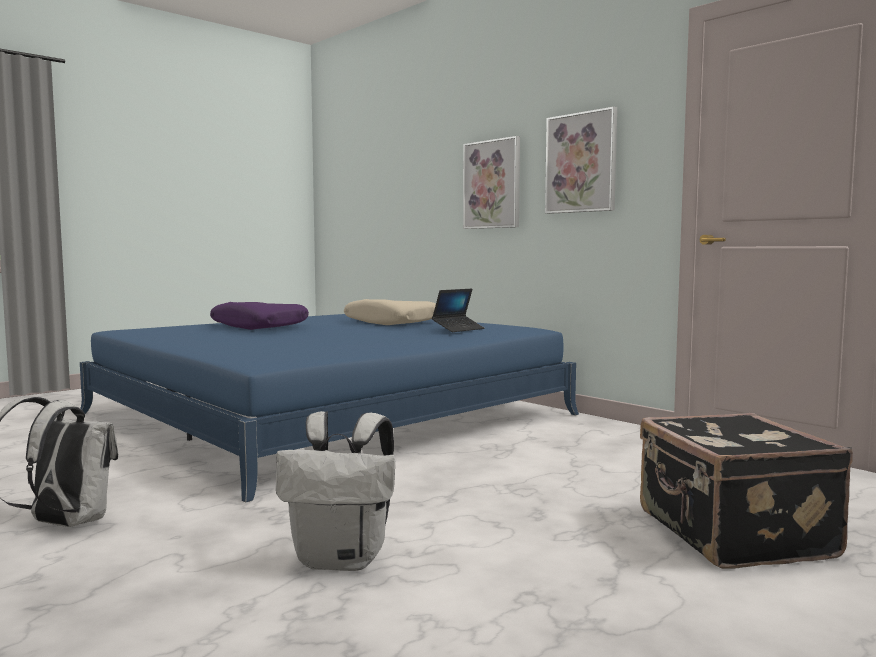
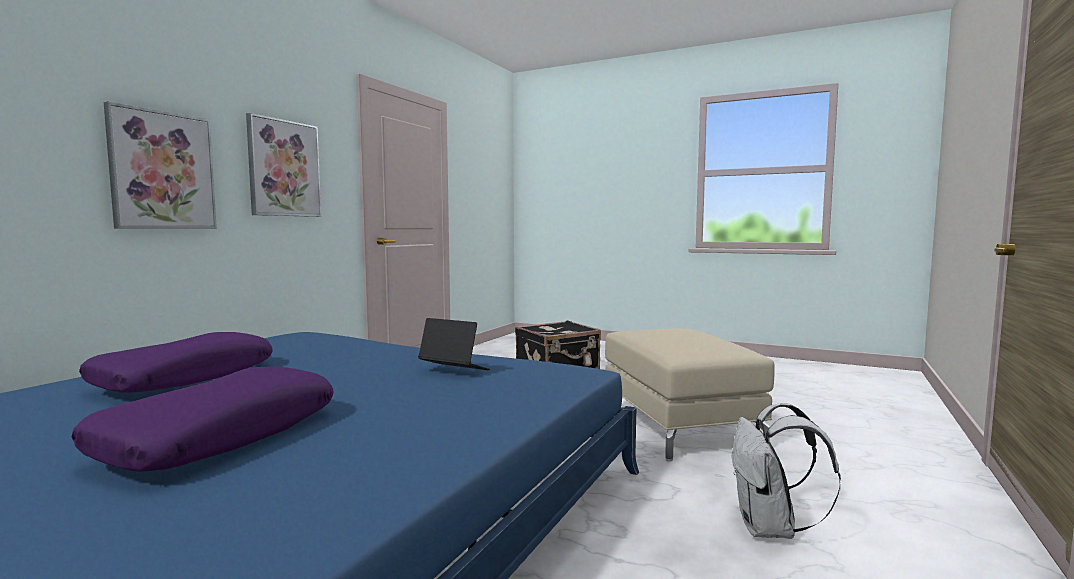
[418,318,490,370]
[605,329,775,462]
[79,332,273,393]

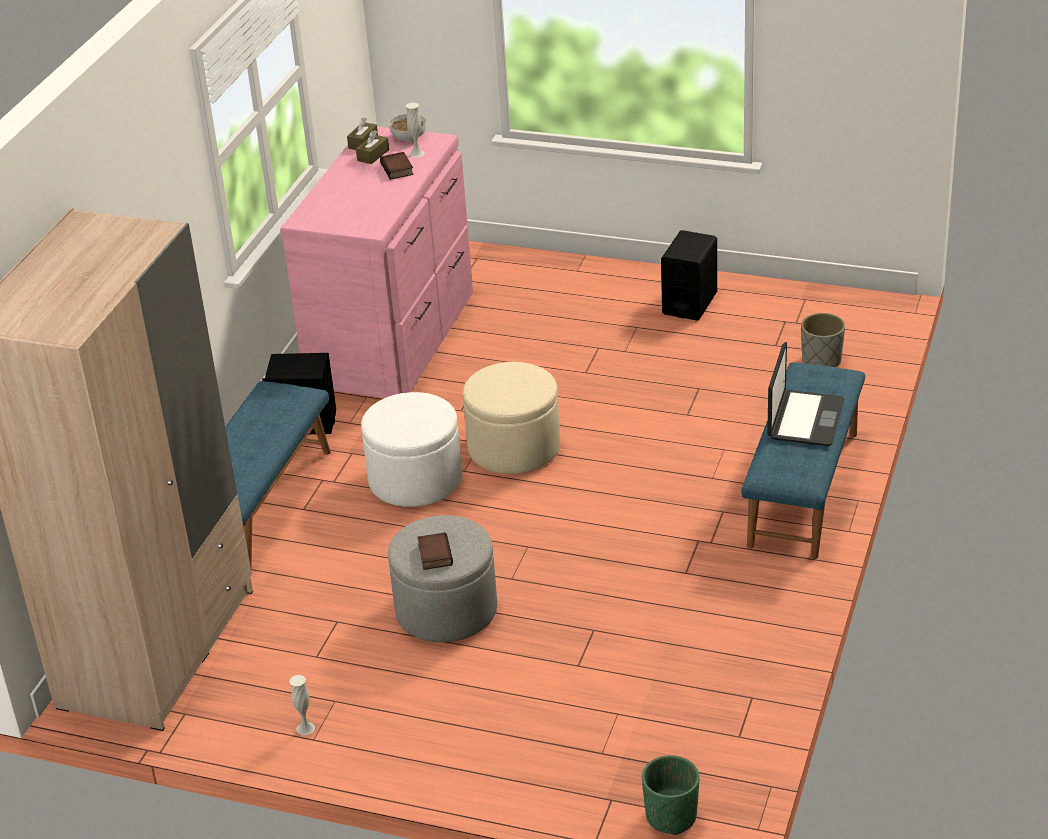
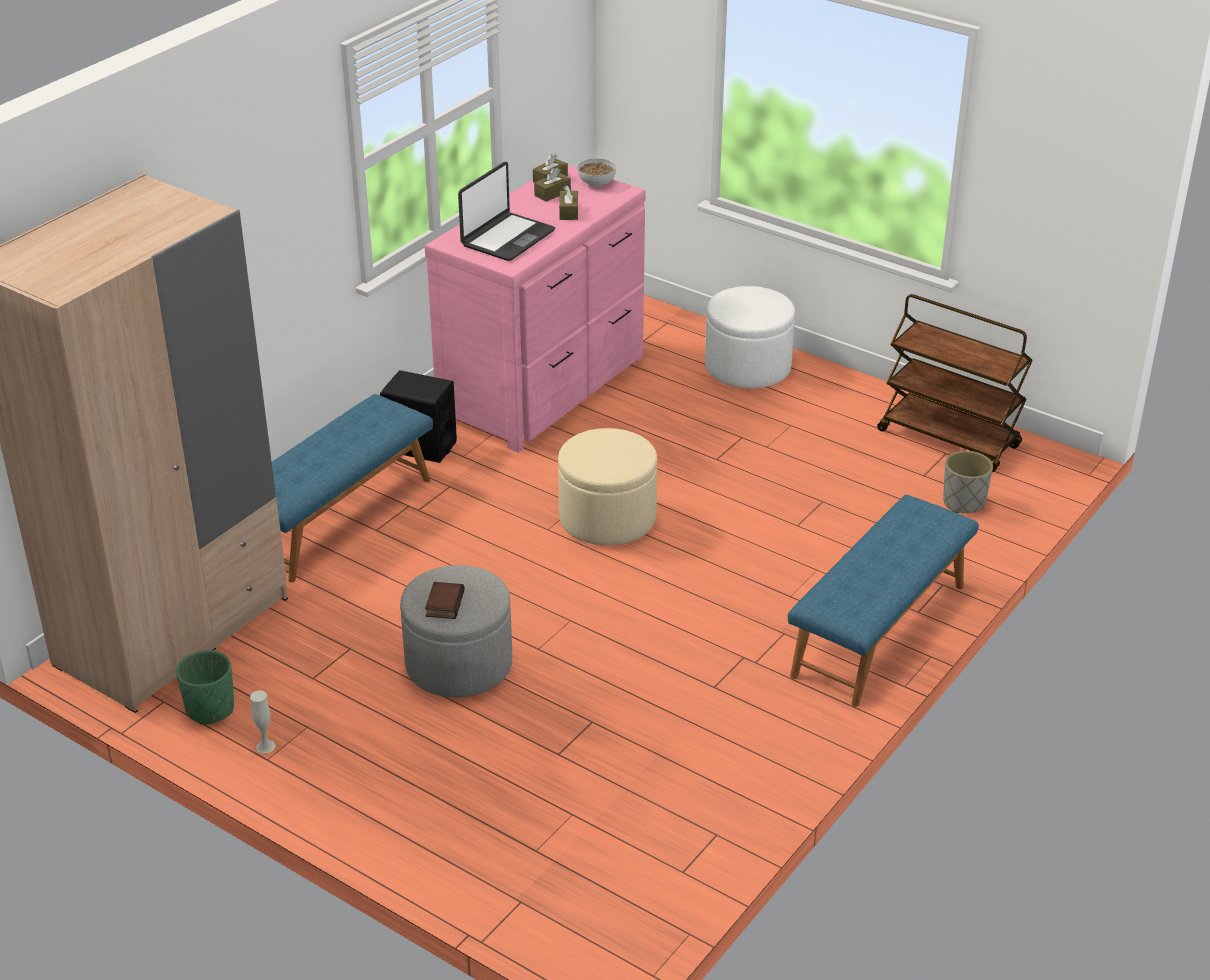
[406,103,425,157] (first image)
[661,230,717,321] (first image)
[877,294,1033,472]
[705,286,795,388]
[176,650,234,725]
[458,162,555,261]
[559,185,578,220]

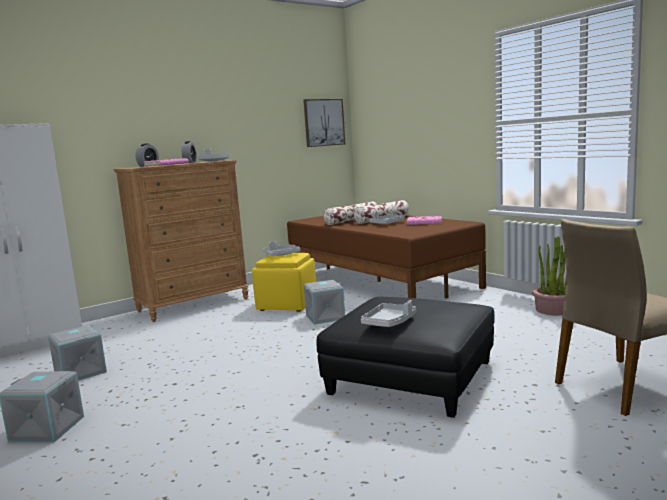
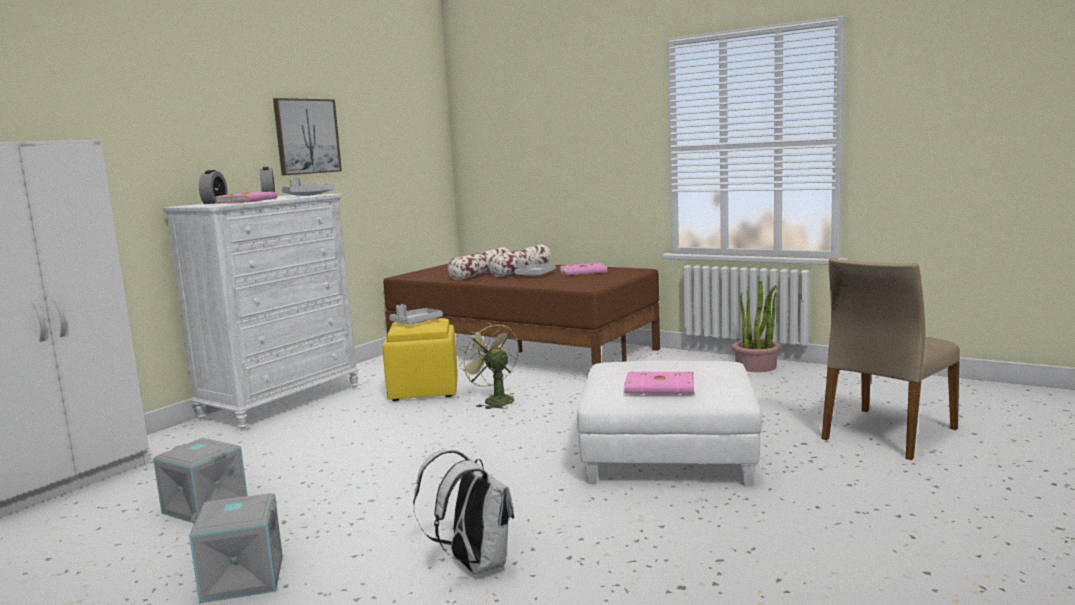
[413,449,514,574]
[273,98,342,176]
[459,322,519,409]
[624,371,694,394]
[163,194,358,431]
[577,360,762,486]

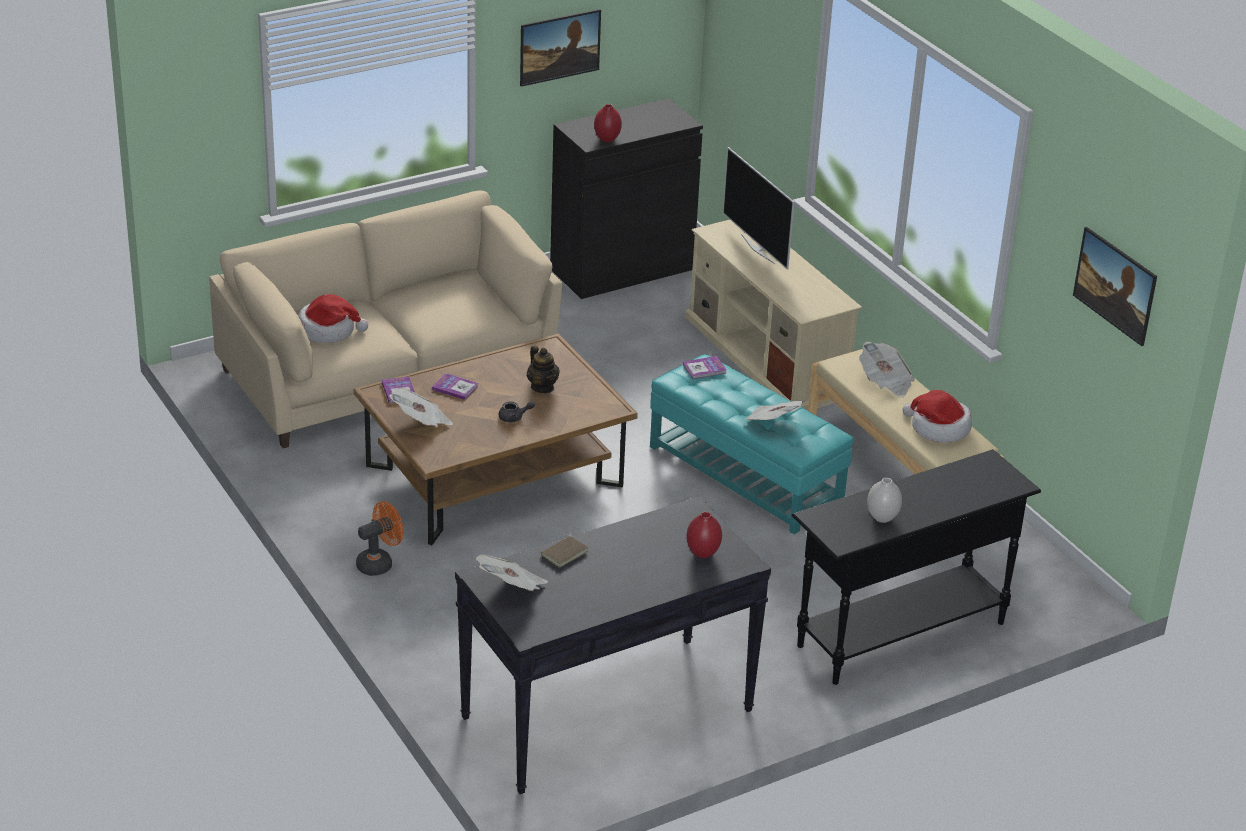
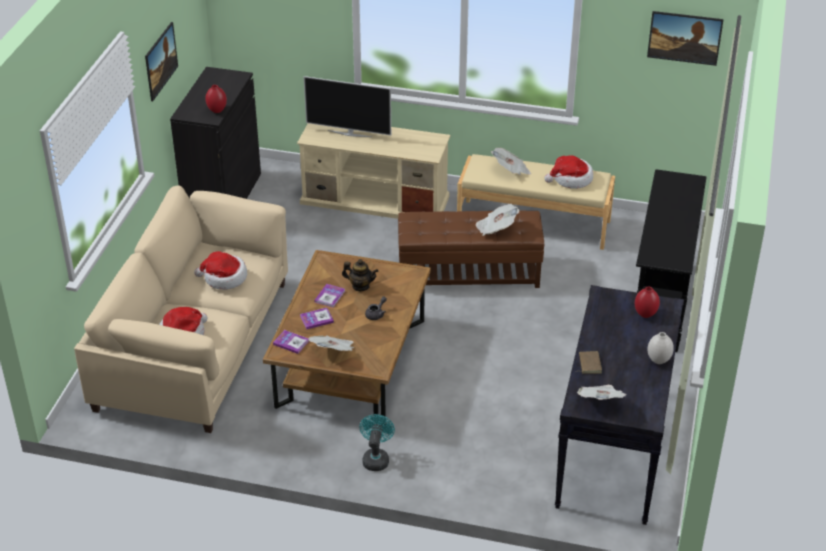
[194,251,247,290]
[314,284,345,308]
[647,332,674,364]
[360,414,395,471]
[398,210,544,288]

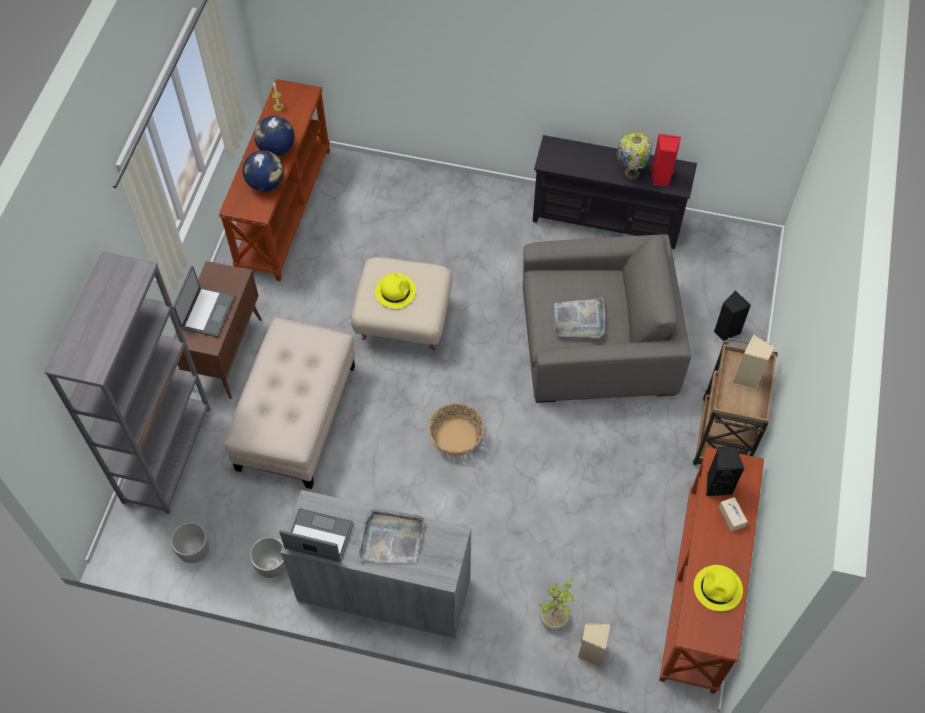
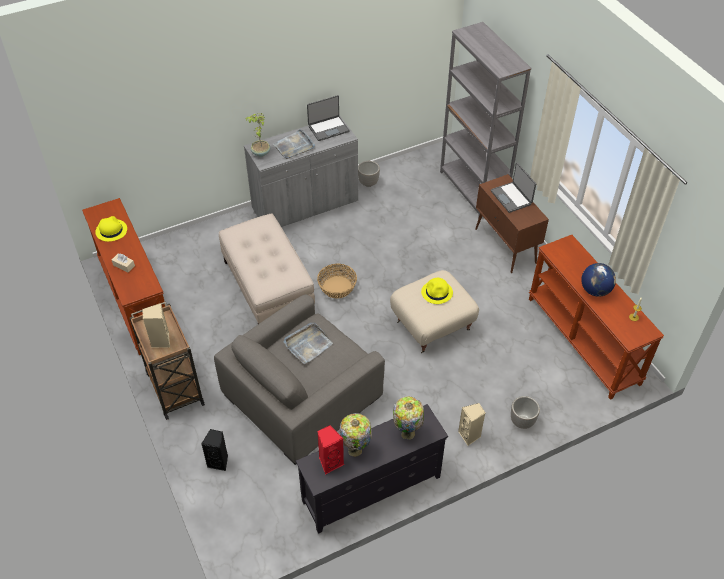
[243,150,284,192] (first image)
[706,446,745,496] (first image)
[393,396,424,440]
[511,396,540,429]
[219,213,315,324]
[245,113,270,157]
[458,403,486,446]

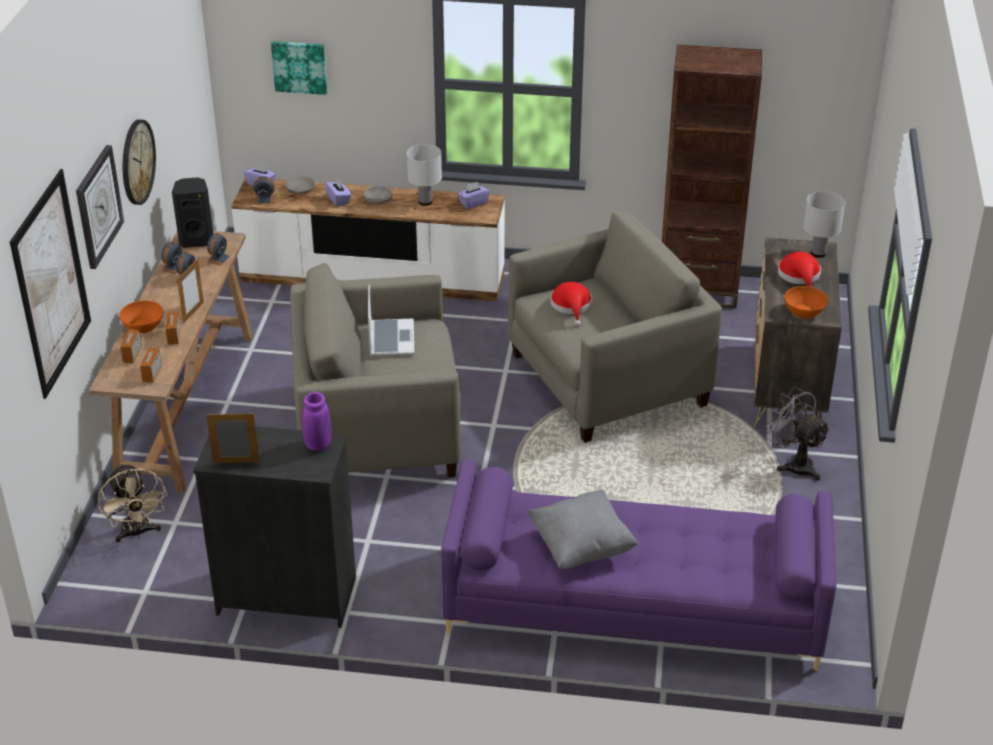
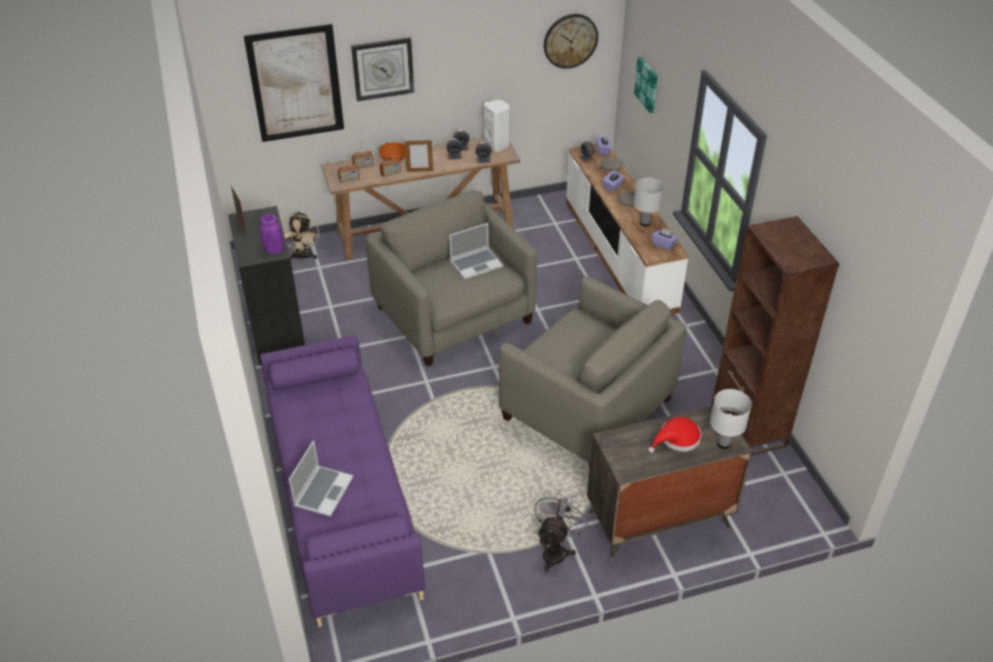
[527,490,639,569] (first image)
[550,282,592,326] (first image)
[784,286,828,319] (first image)
[289,440,354,517]
[544,14,598,69]
[484,100,509,152]
[281,212,319,261]

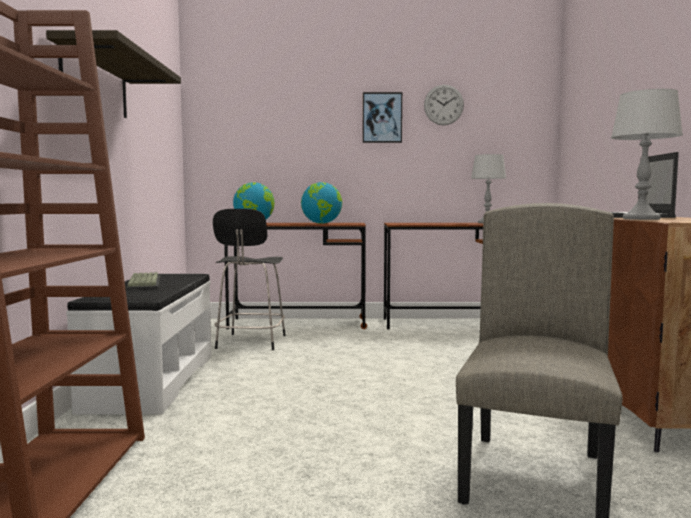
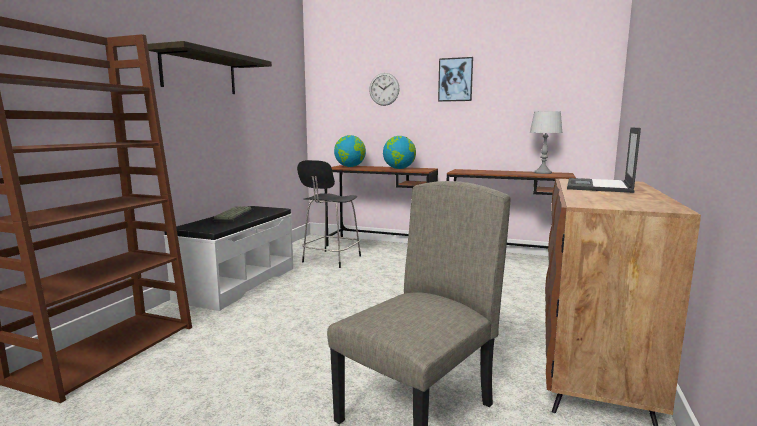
[611,89,683,220] (first image)
[369,73,400,106]

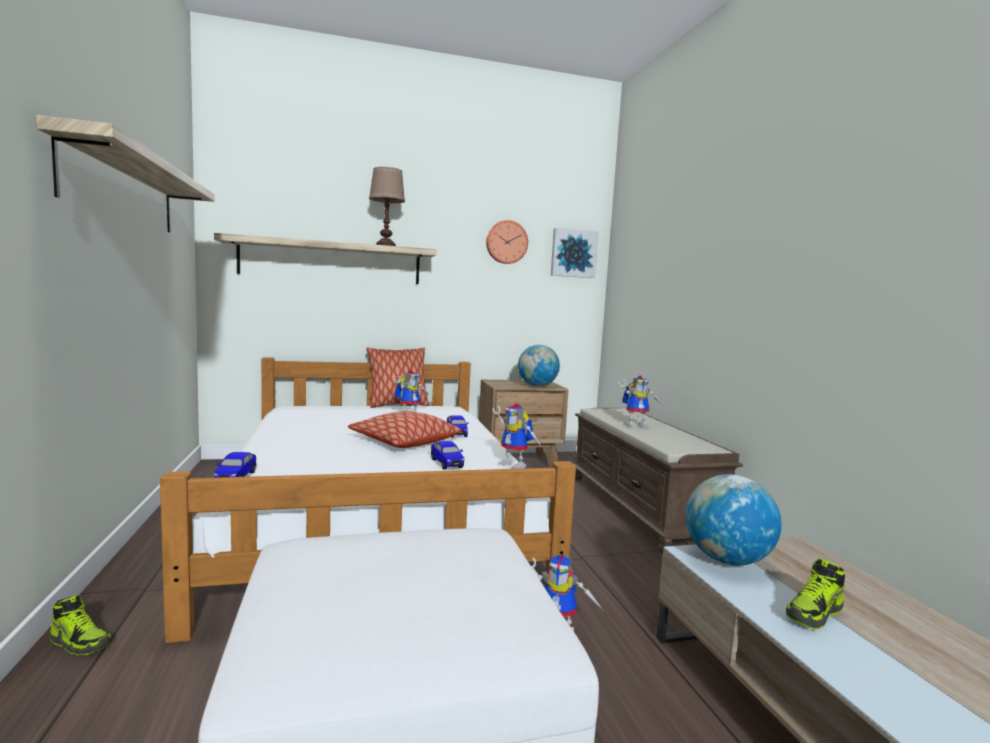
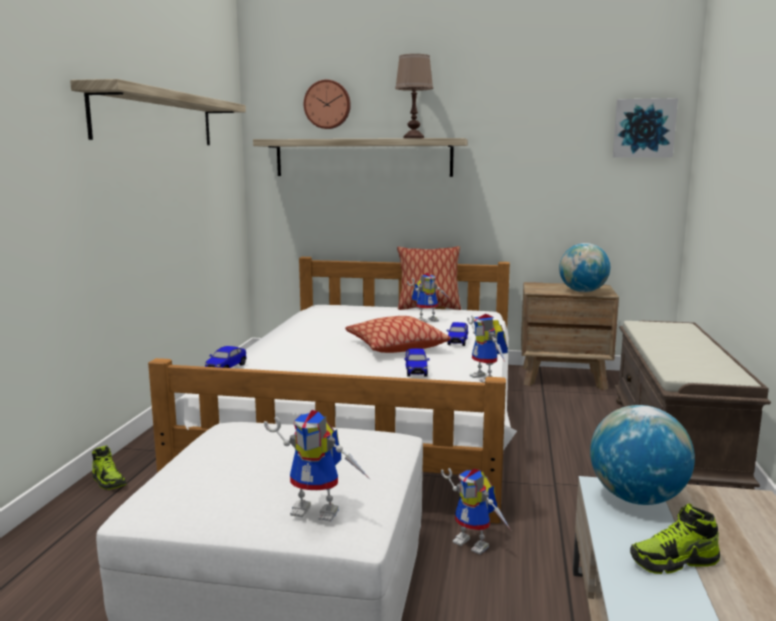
[304,80,351,129]
[264,410,370,521]

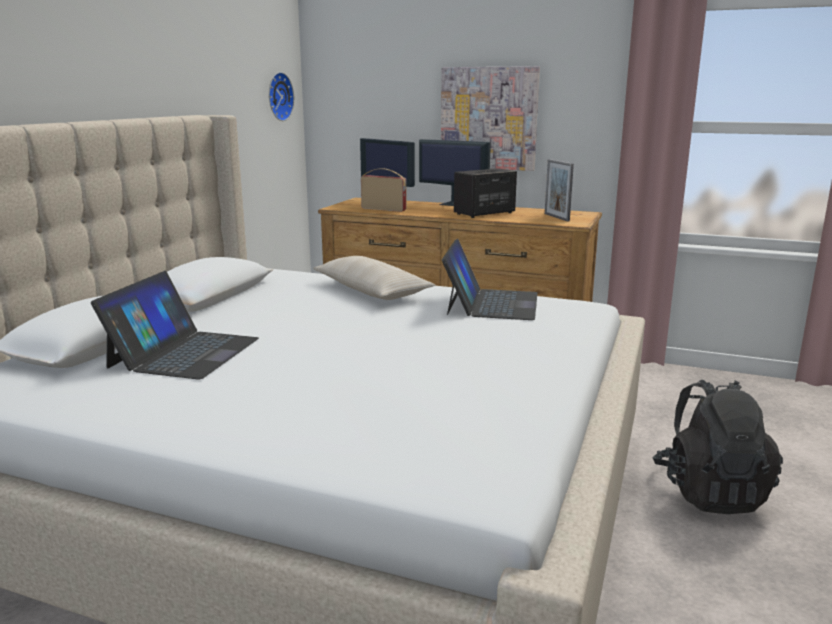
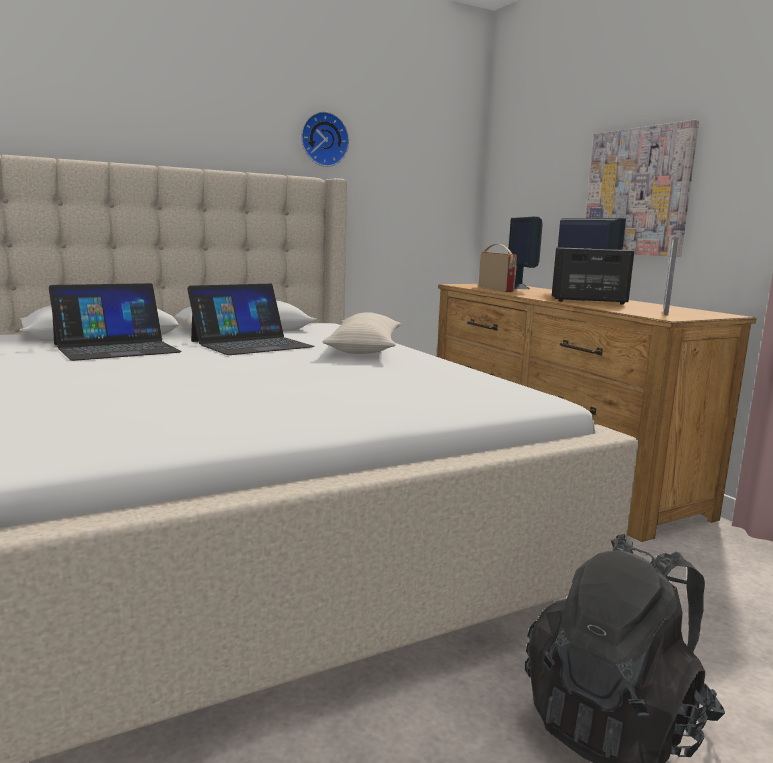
[301,111,349,167]
[187,284,315,355]

